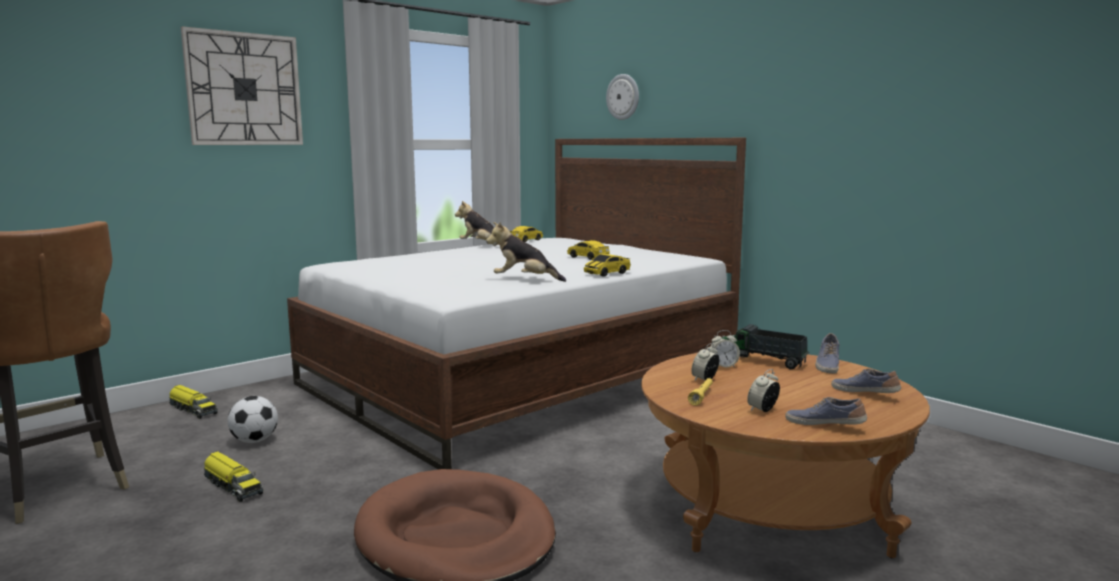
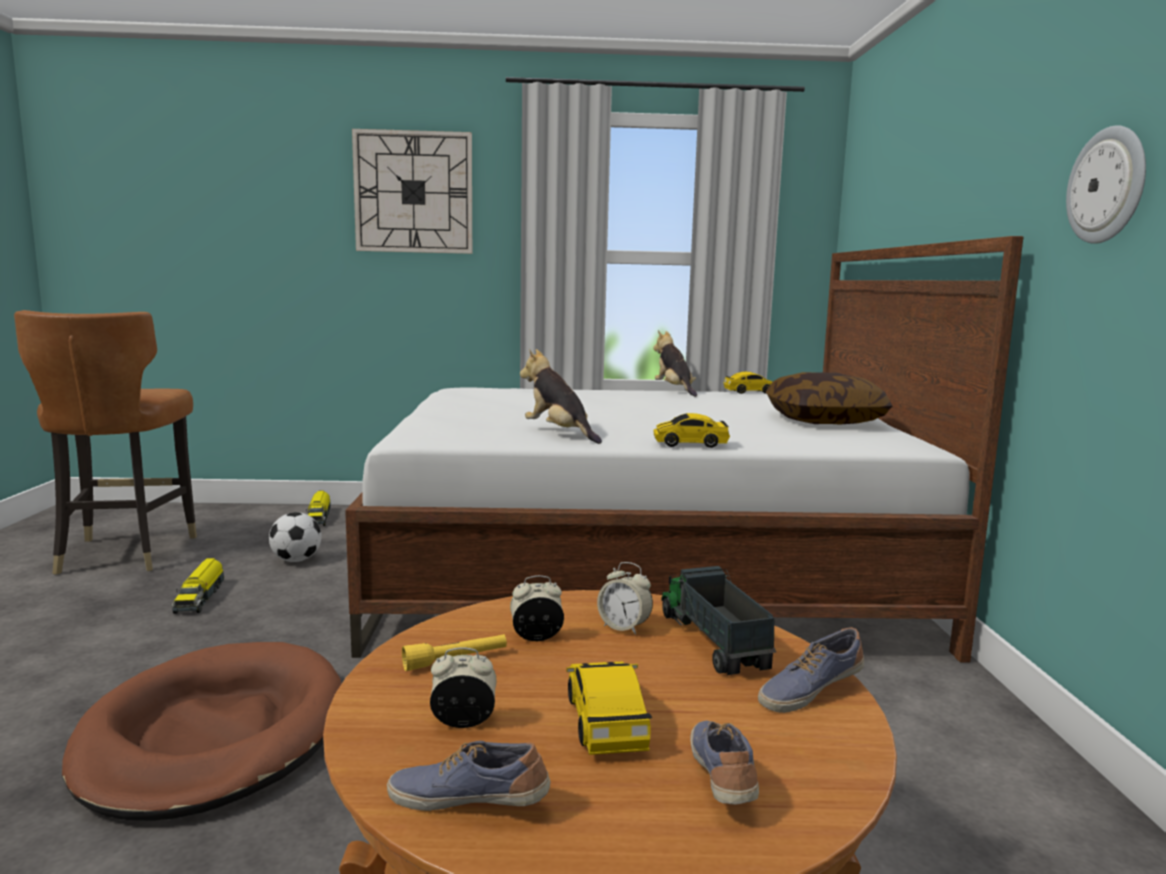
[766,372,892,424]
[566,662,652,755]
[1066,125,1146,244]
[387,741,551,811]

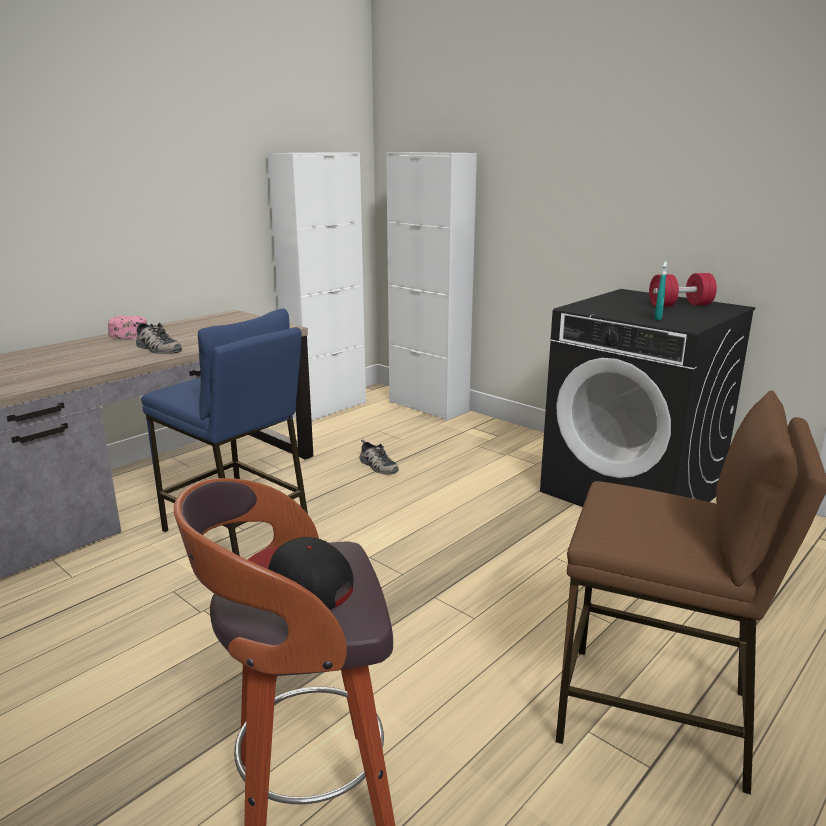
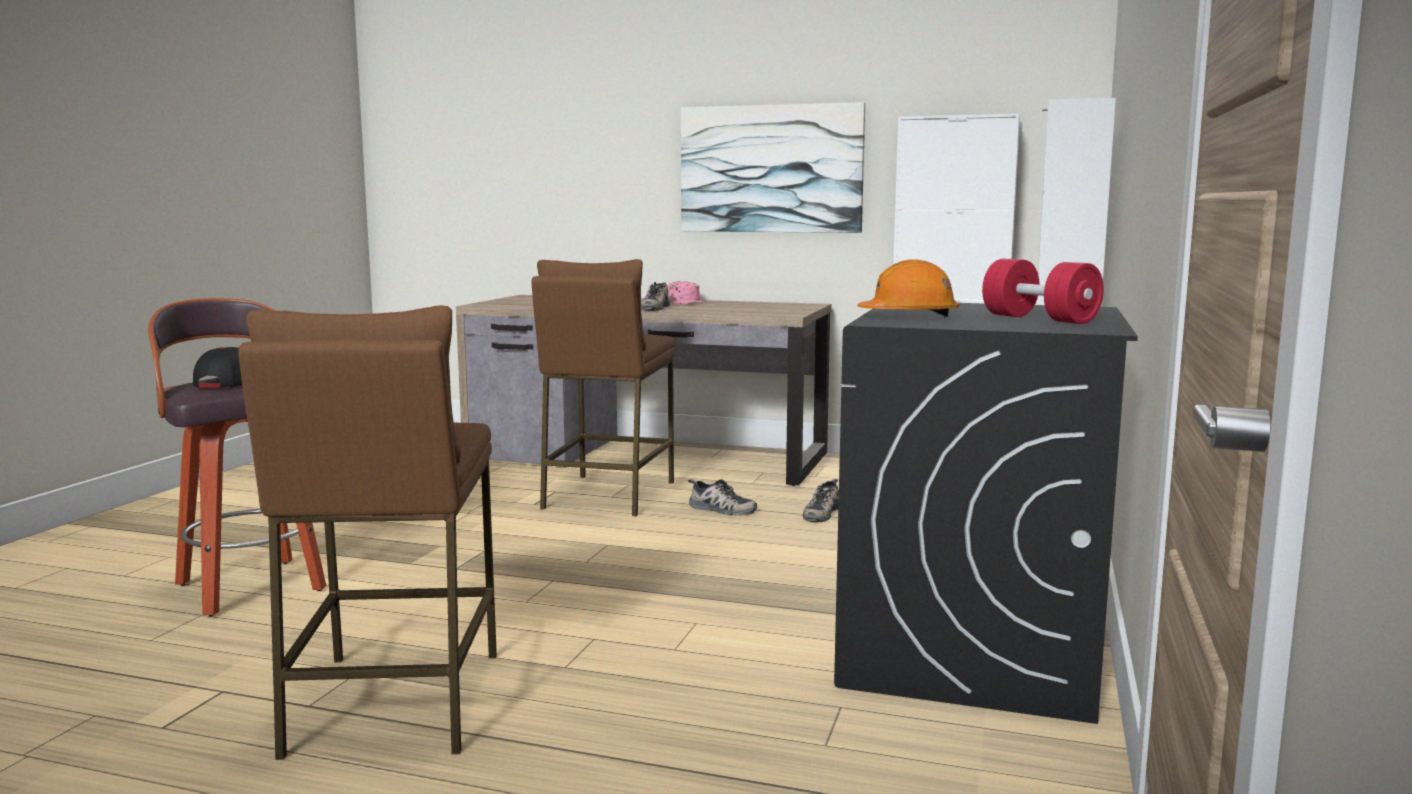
[681,102,865,233]
[688,479,757,516]
[857,259,959,318]
[532,259,675,516]

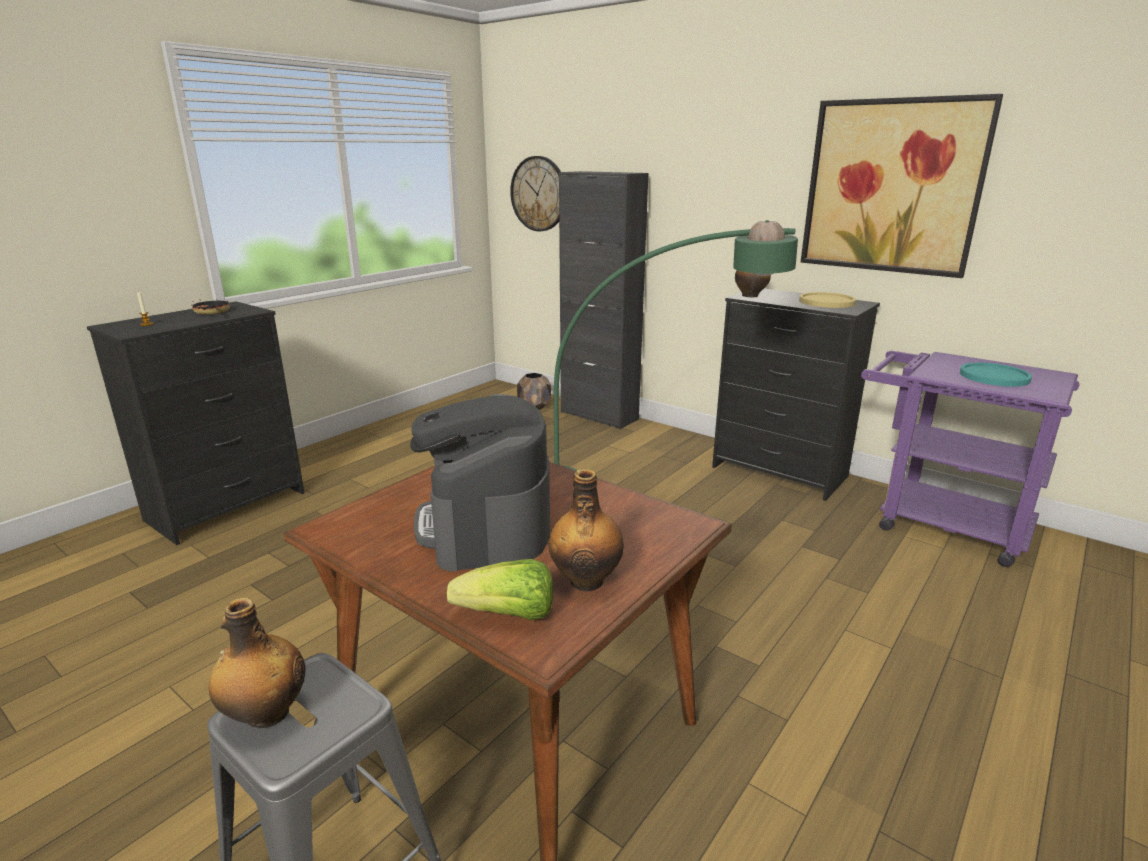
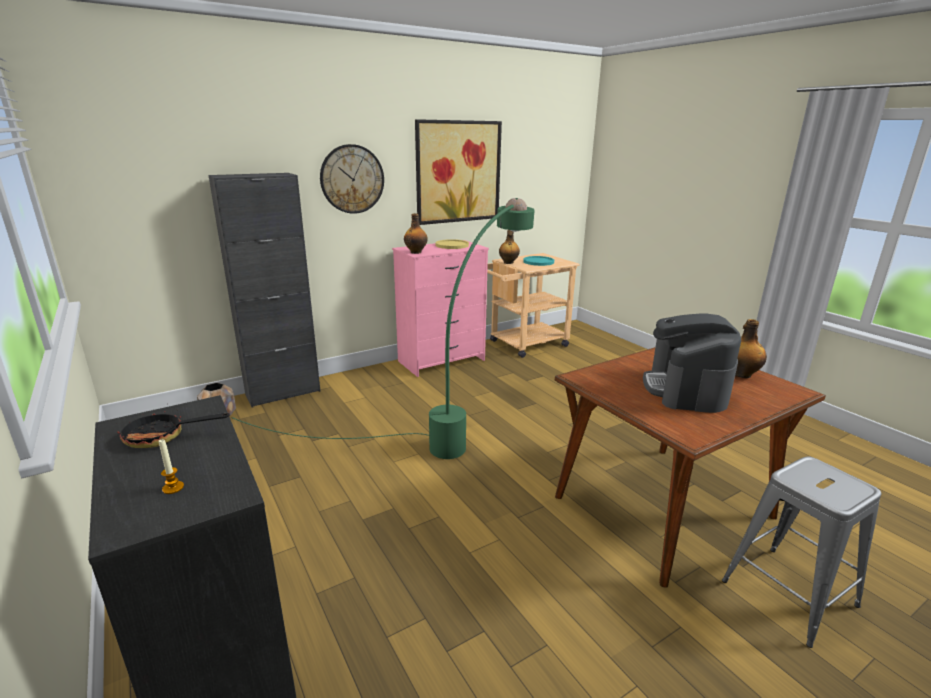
[447,559,553,620] (first image)
[499,230,520,264]
[320,144,384,214]
[392,240,489,377]
[487,253,580,358]
[643,313,741,413]

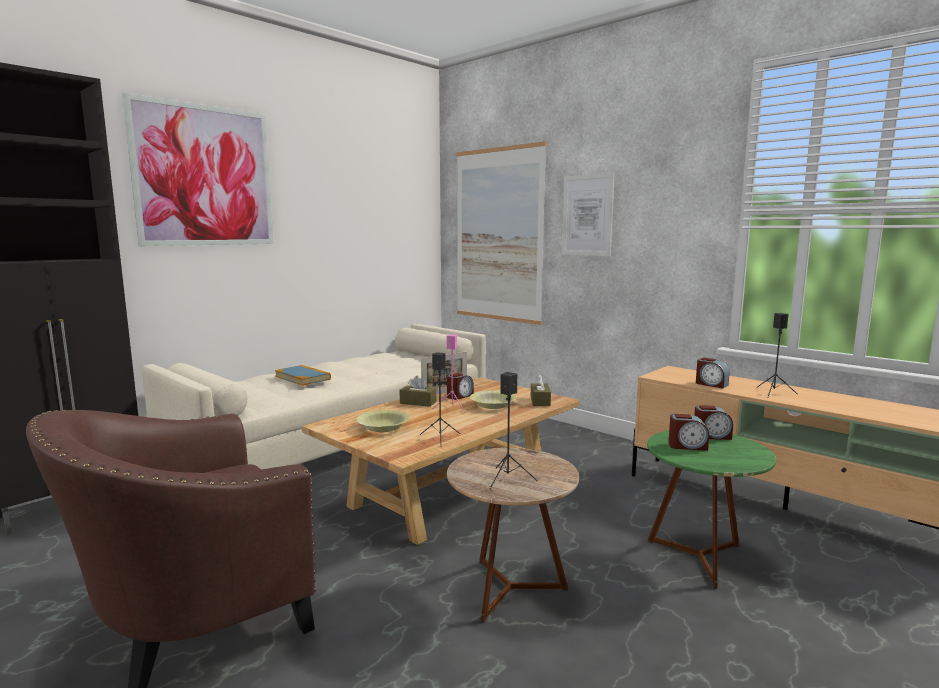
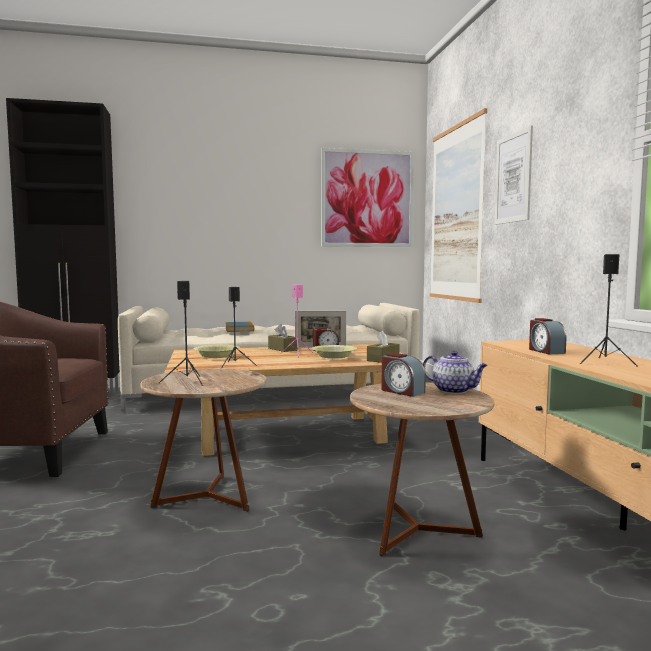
[321,148,414,247]
[423,351,488,394]
[350,382,494,556]

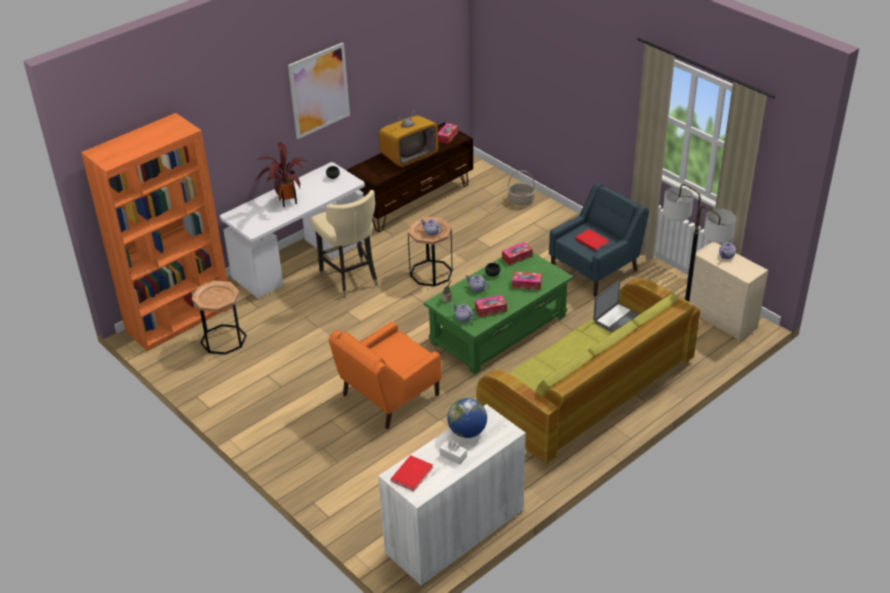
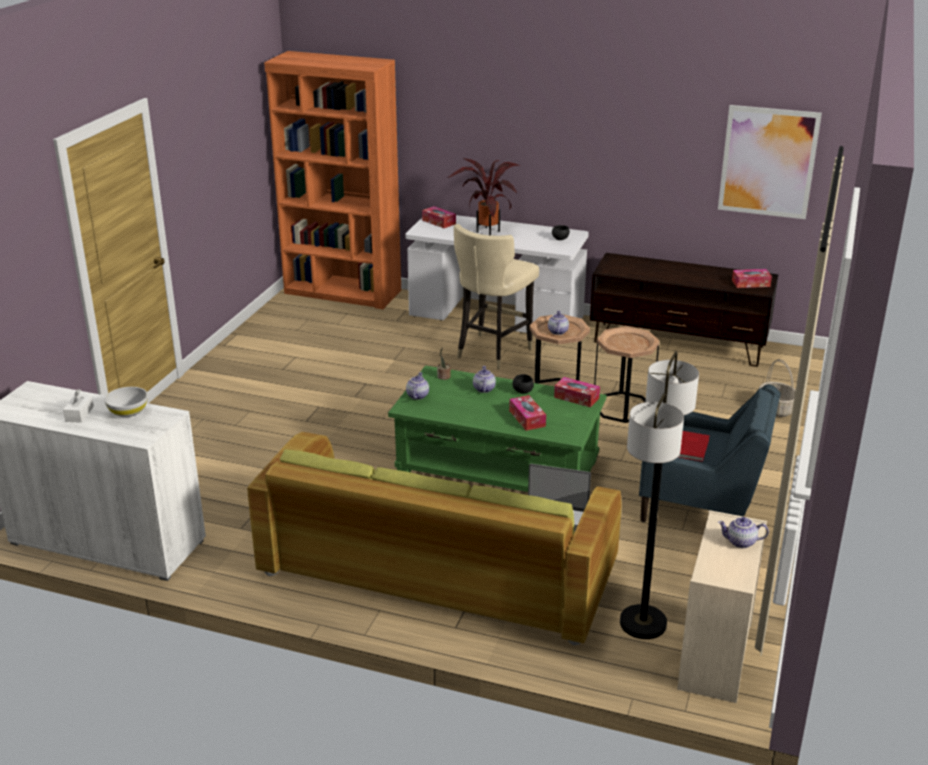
[329,322,442,429] (first image)
[379,102,438,167] (first image)
[390,455,433,491] (first image)
[594,326,659,423]
[718,105,822,219]
[422,206,456,228]
[104,387,148,417]

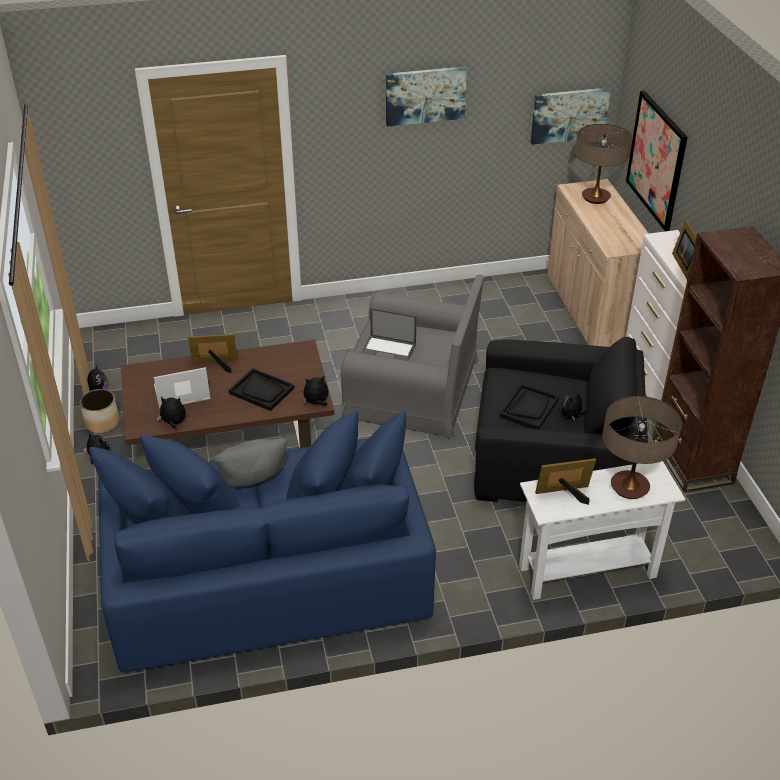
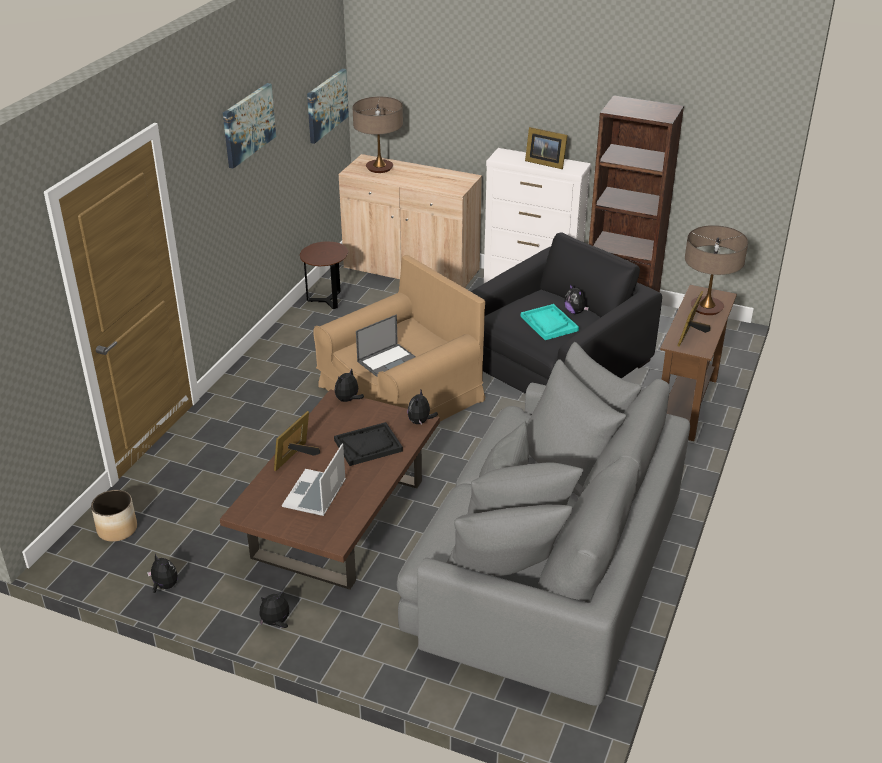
[626,91,688,231] (first image)
[300,241,348,309]
[91,490,137,542]
[335,369,364,402]
[397,341,690,706]
[313,255,486,421]
[521,304,579,340]
[660,285,737,441]

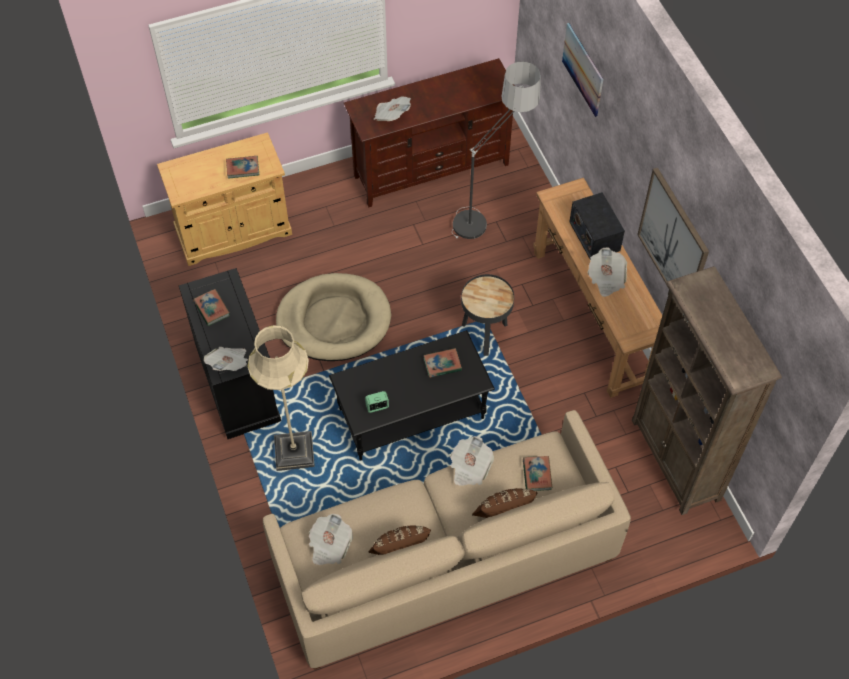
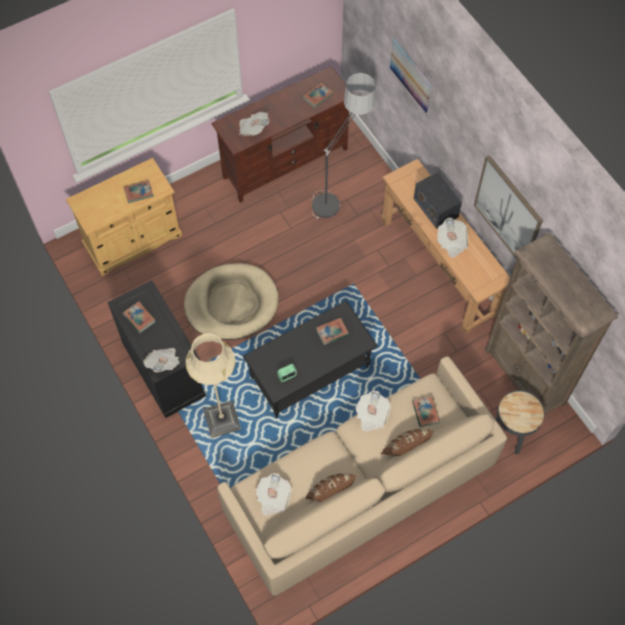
[302,82,333,108]
[495,390,545,454]

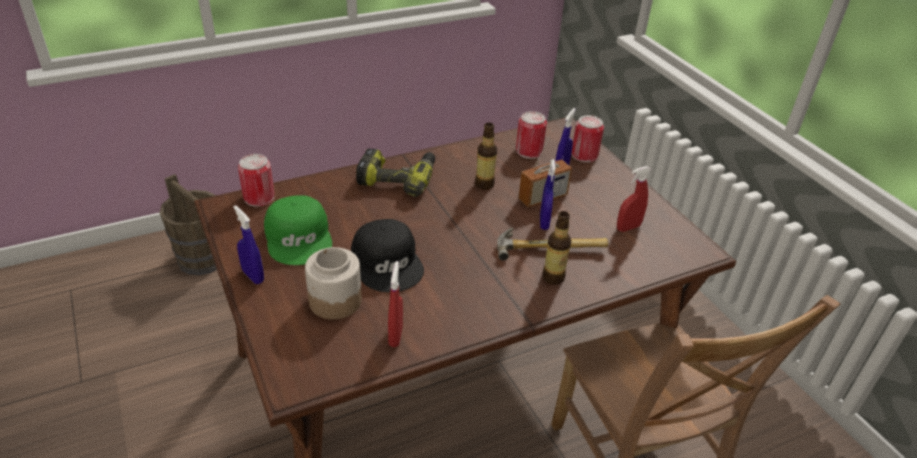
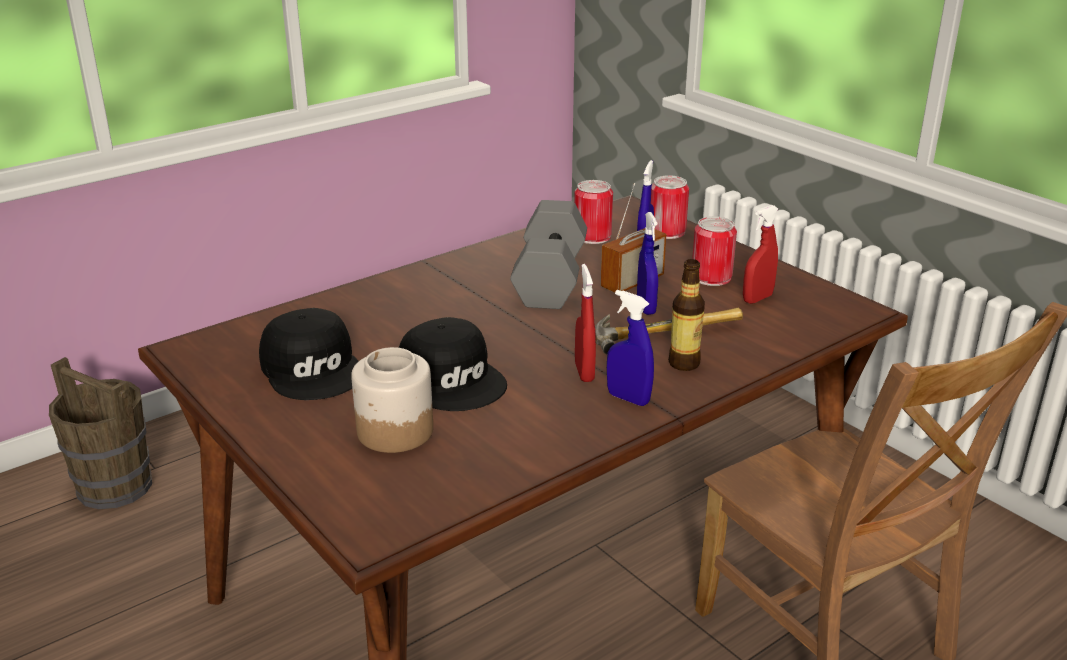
[356,149,435,197] (first image)
[607,290,654,406]
[692,216,737,286]
[575,264,596,382]
[510,200,587,309]
[259,308,359,400]

